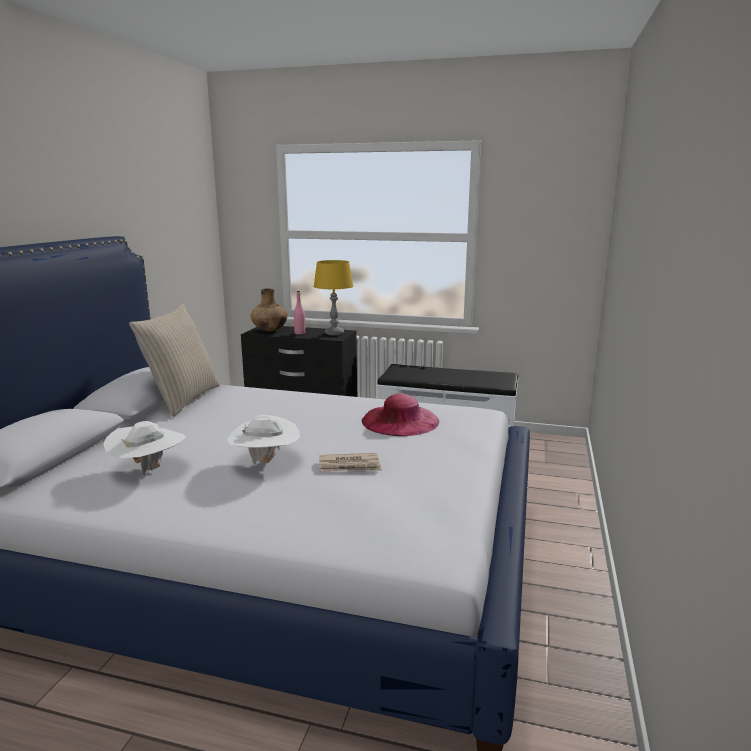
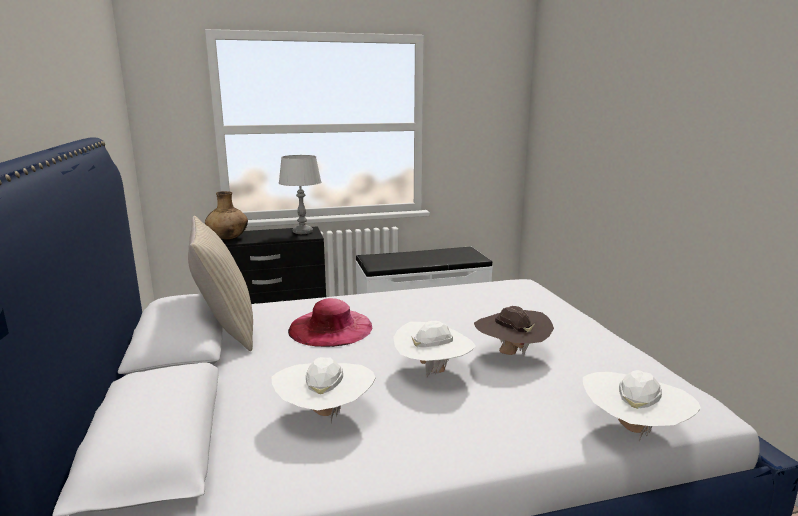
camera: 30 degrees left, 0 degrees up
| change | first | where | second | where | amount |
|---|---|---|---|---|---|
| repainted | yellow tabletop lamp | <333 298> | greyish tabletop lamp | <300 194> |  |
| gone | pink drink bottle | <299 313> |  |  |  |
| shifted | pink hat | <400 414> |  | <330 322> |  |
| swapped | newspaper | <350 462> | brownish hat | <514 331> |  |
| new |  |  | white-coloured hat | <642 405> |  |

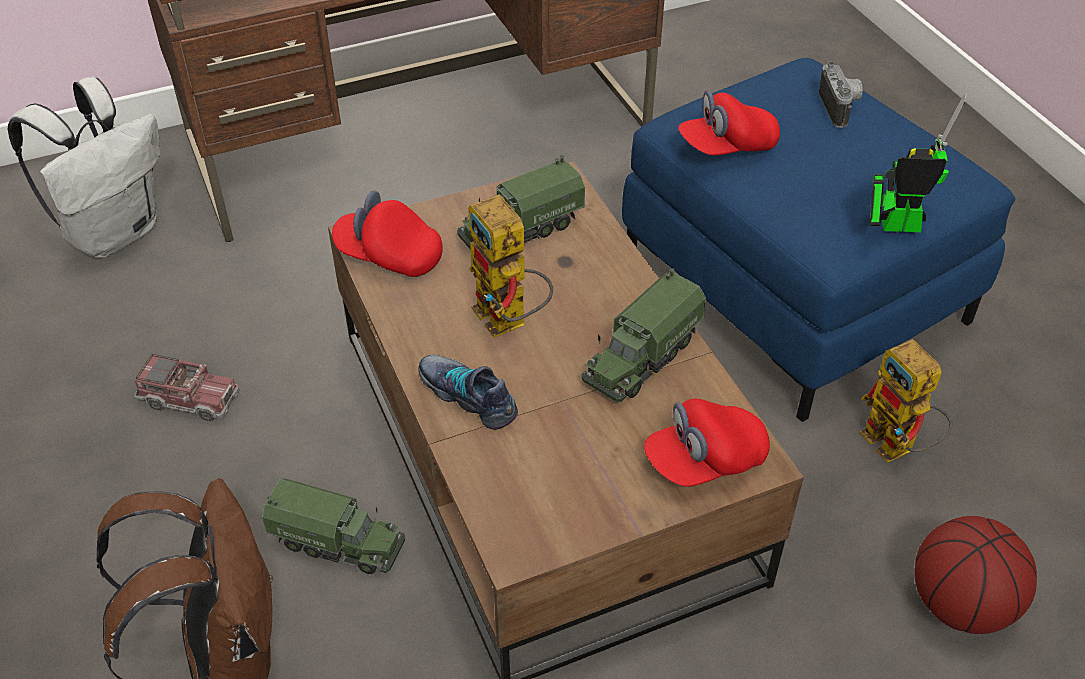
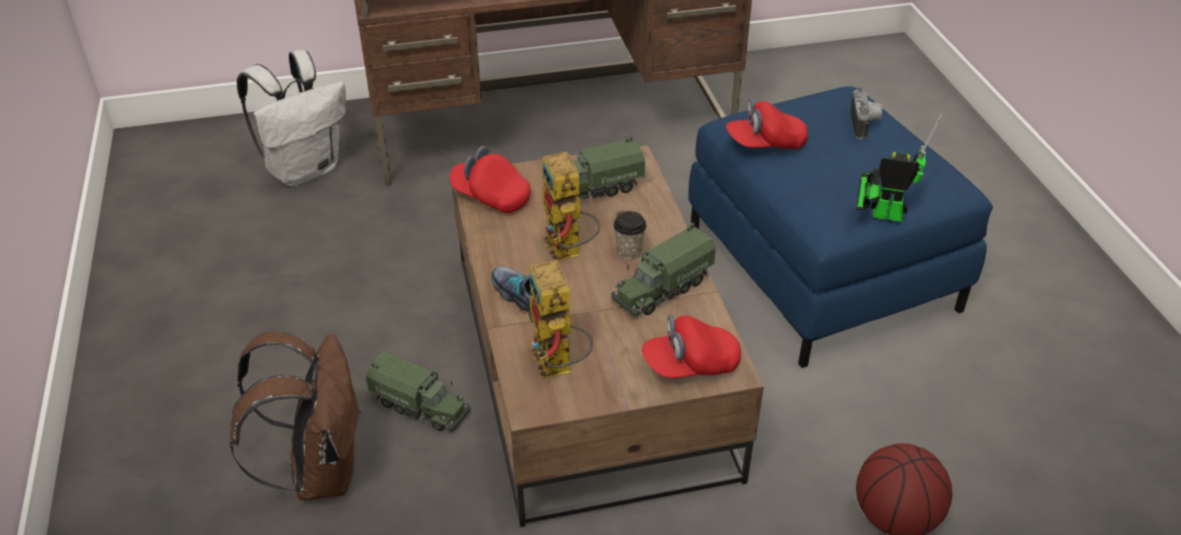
camera: 10 degrees right, 5 degrees down
| change | first | where | second | where | amount |
|---|---|---|---|---|---|
| shifted | toy robot | <906 401> |  | <561 319> |  |
| gone | toy truck | <186 387> |  |  |  |
| new |  |  | small cup | <630 235> |  |

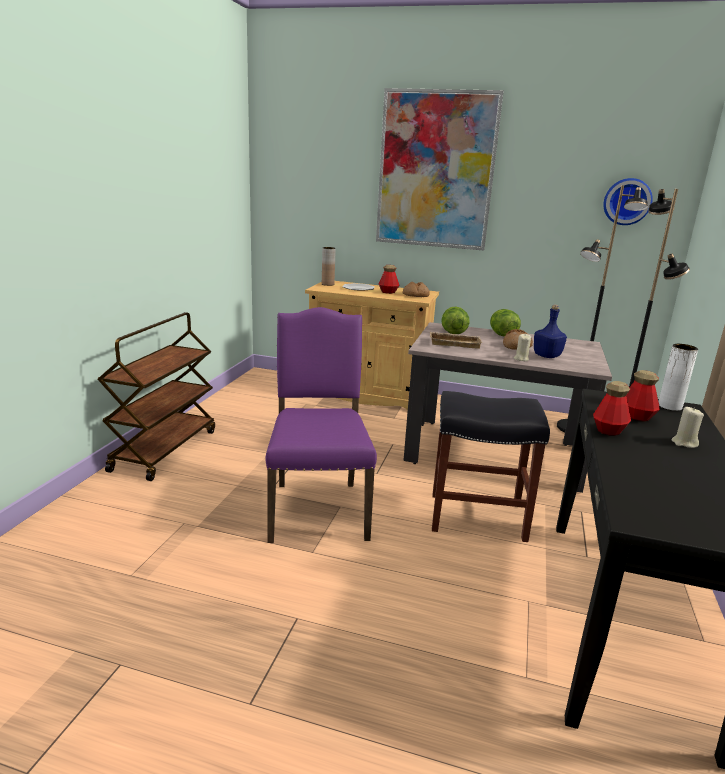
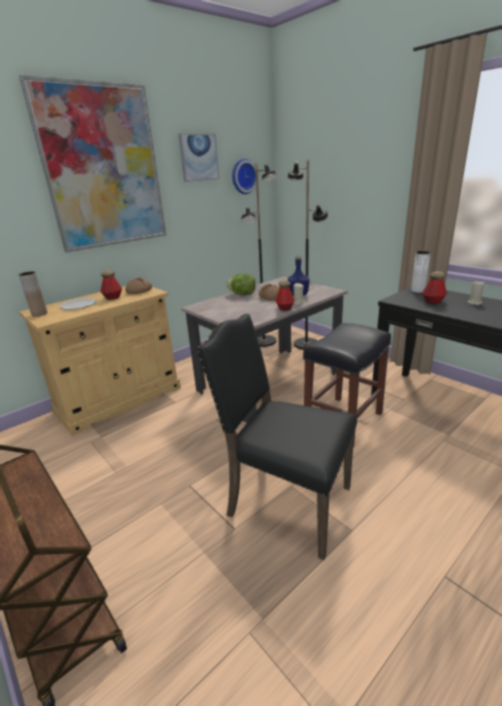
camera: 55 degrees left, 5 degrees up
| change | first | where | second | where | amount |
|---|---|---|---|---|---|
| gone | lettuce head | <455 320> |  |  |  |
| repainted | purple-coloured upright chair | <321 425> | black-coloured upright chair | <276 437> |  |
| gone | sand-coloured carrying tray | <456 340> |  |  |  |
| shifted | drink bottle | <612 408> |  | <285 295> |  |
| new |  |  | picture | <198 158> |  |

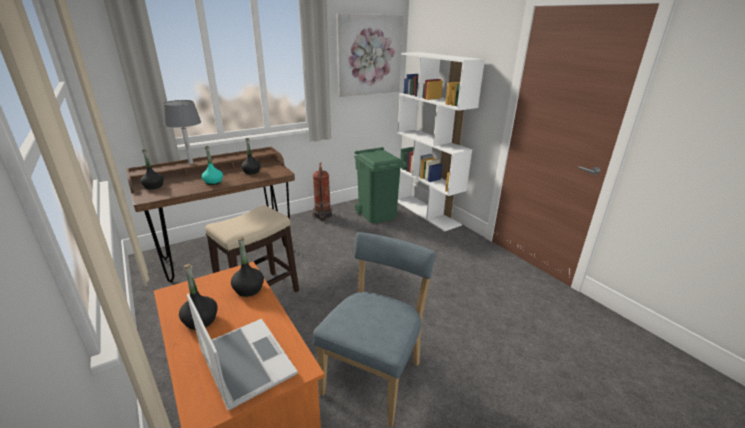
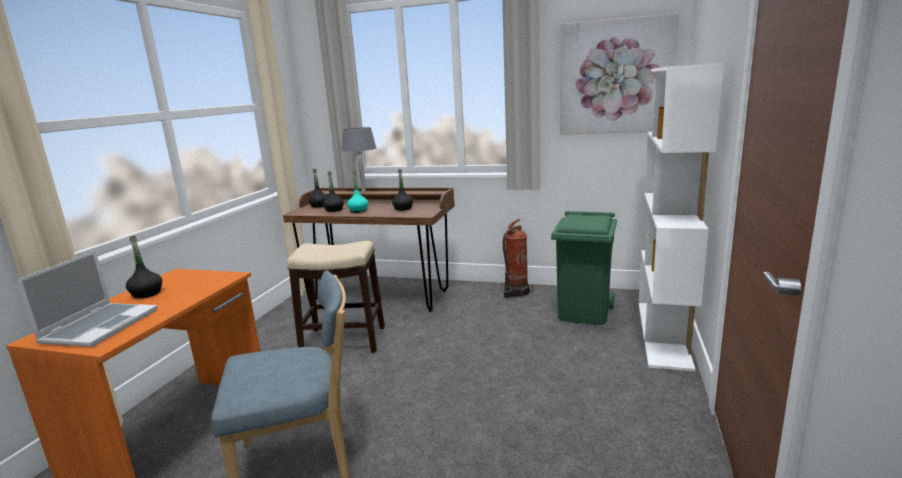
camera: 50 degrees right, 10 degrees down
| change | first | where | second | where | amount |
|---|---|---|---|---|---|
| shifted | black-coloured drink bottle | <247 267> |  | <333 191> |  |

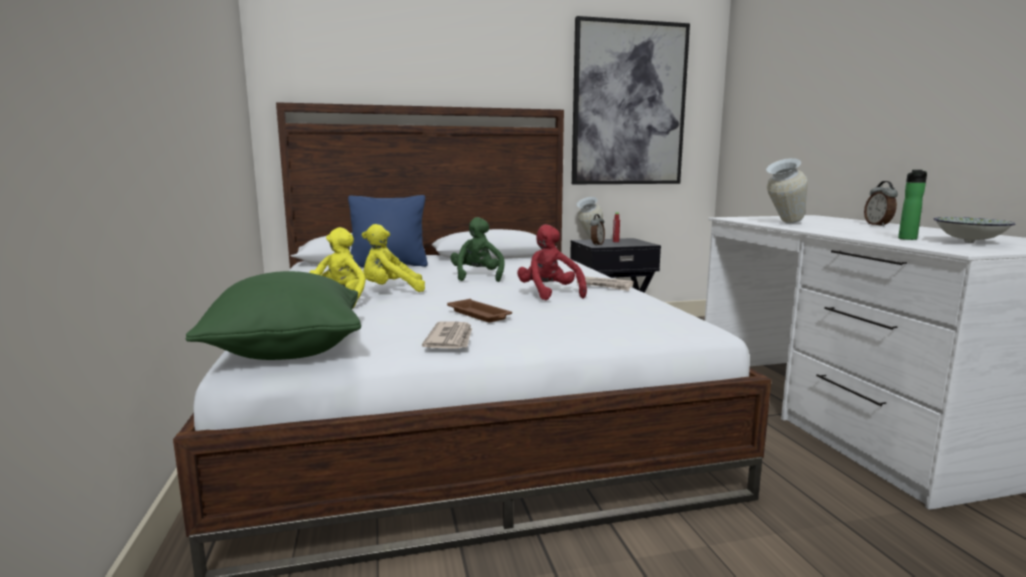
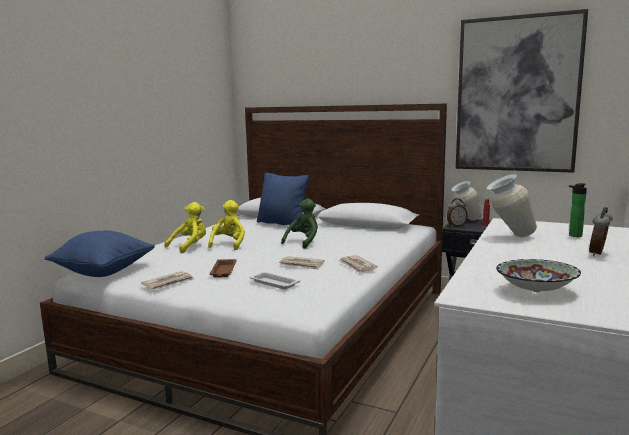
camera: 40 degrees right, 0 degrees up
| change | first | where | second | where | amount |
|---|---|---|---|---|---|
| shifted | drink bottle | <912 205> |  | <578 210> |  |
| rotated | yellow soft toy | <393 258> |  | <226 225> | 75 degrees clockwise |
| swapped | red-coloured soft toy | <552 262> | newspaper | <301 263> |  |
| repainted | green-coloured throw pillow | <273 315> | blue-coloured throw pillow | <100 253> |  |
| new |  |  | white-coloured carrying tray | <275 281> |  |

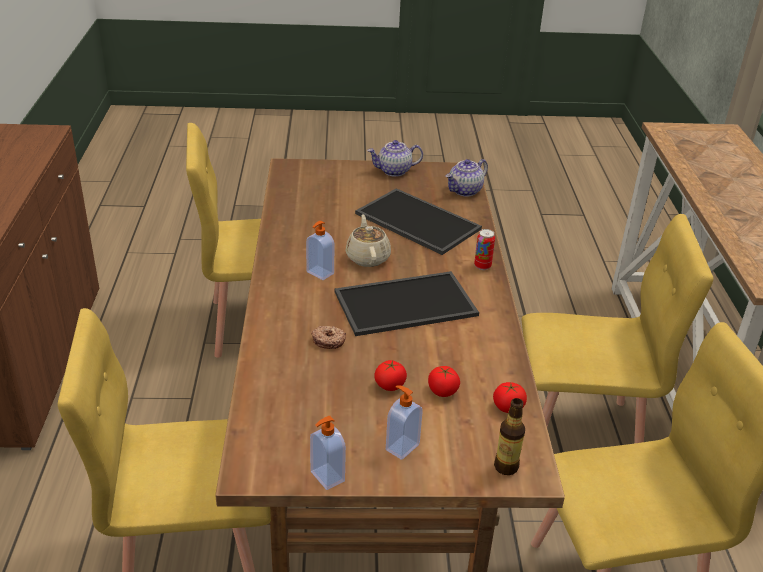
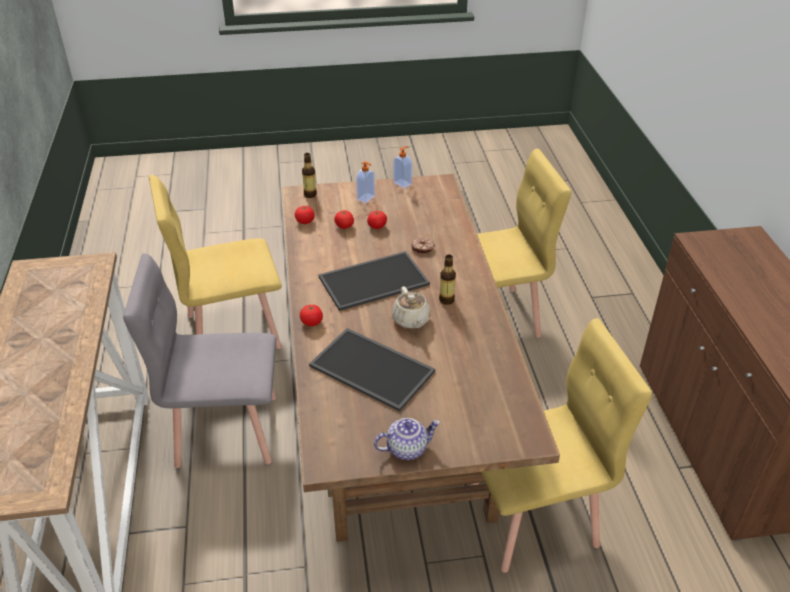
camera: 175 degrees right, 5 degrees up
| change | first | where | second | where | amount |
|---|---|---|---|---|---|
| gone | teapot | <467 178> |  |  |  |
| repainted | yellow upright chair | <617 329> | greyish upright chair | <199 360> |  |
| swapped | soap bottle | <320 250> | drink bottle | <447 280> |  |
| swapped | can | <484 249> | fresh tomato | <311 315> |  |

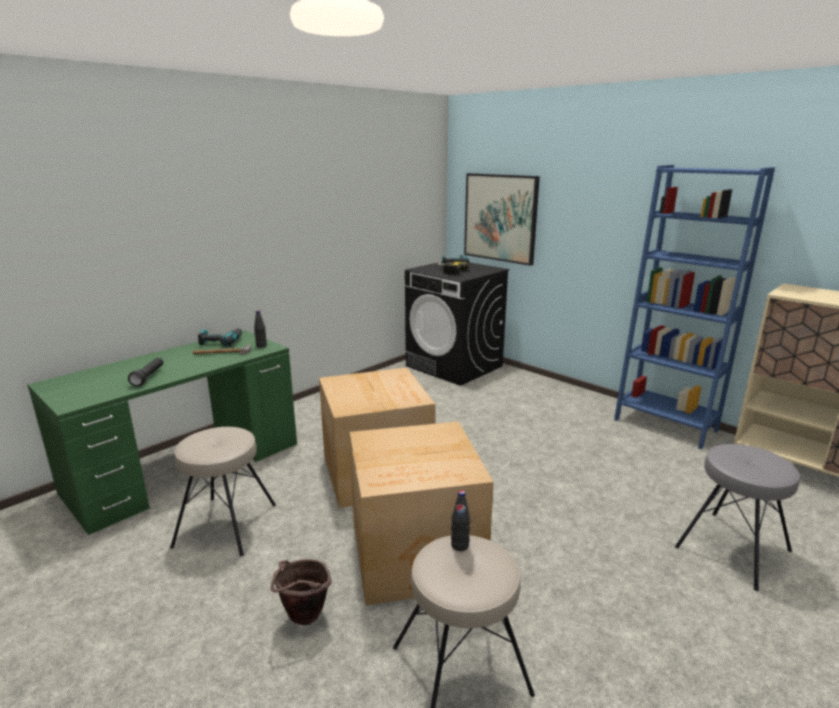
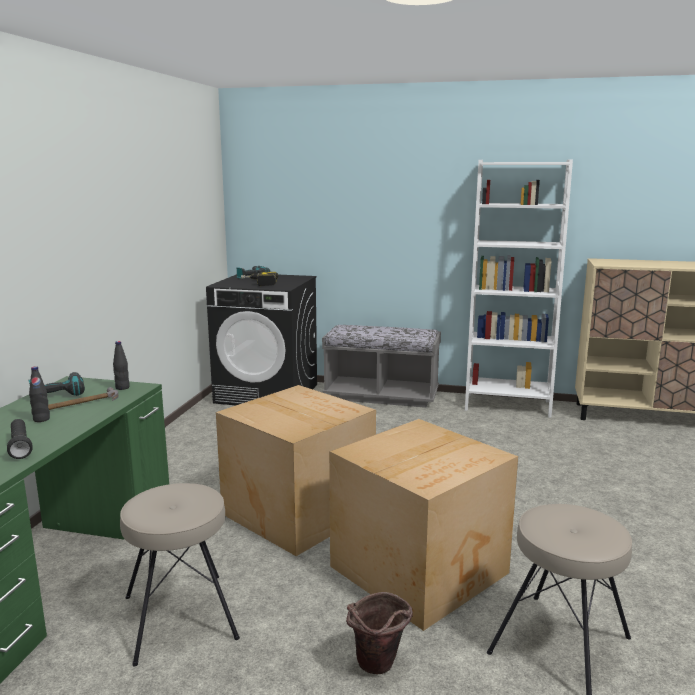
camera: 30 degrees left, 5 degrees down
| change | first | where | second | where | amount |
|---|---|---|---|---|---|
| repainted | blue-coloured bookcase | <694 307> | white-coloured bookcase | <519 289> |  |
| gone | picture | <502 219> |  |  |  |
| gone | greyish stool seat | <737 517> |  |  |  |
| shifted | black-coloured drink bottle | <460 521> |  | <39 394> |  |
| new |  |  | greyish bench | <381 366> |  |

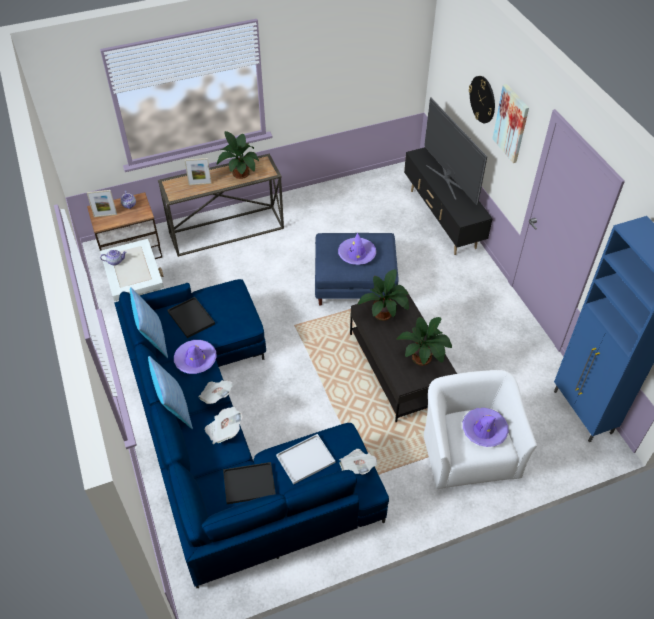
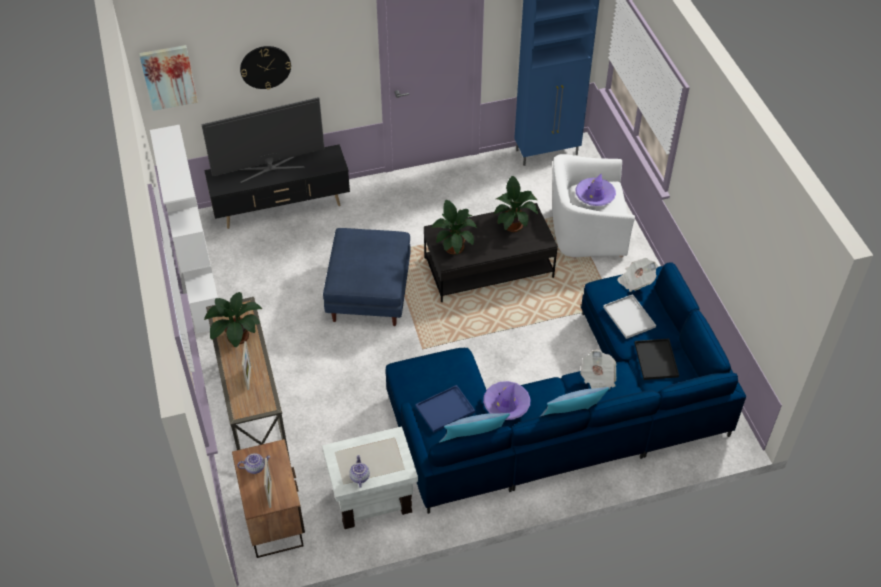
camera: 85 degrees left, 0 degrees up
| change | first | where | second | where | amount |
|---|---|---|---|---|---|
| shifted | picture | <510 123> |  | <168 78> |  |
| gone | purple-coloured hat | <357 249> |  |  |  |
| repainted | black-coloured carrying tray | <191 317> | blue-coloured carrying tray | <445 409> |  |
| gone | newspaper | <216 392> |  |  |  |
| new |  |  | white-coloured bookcase | <184 229> |  |

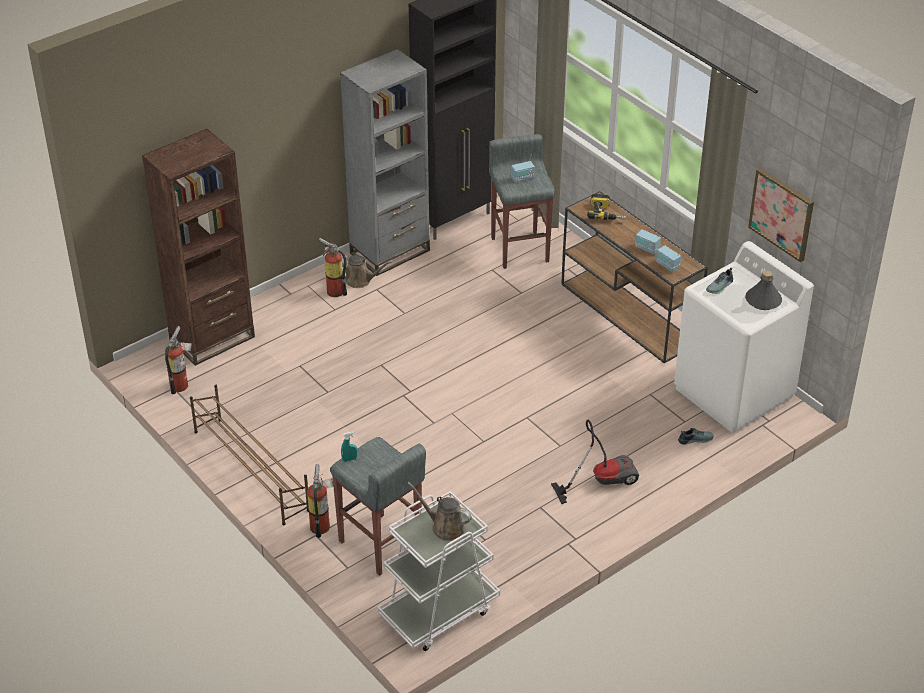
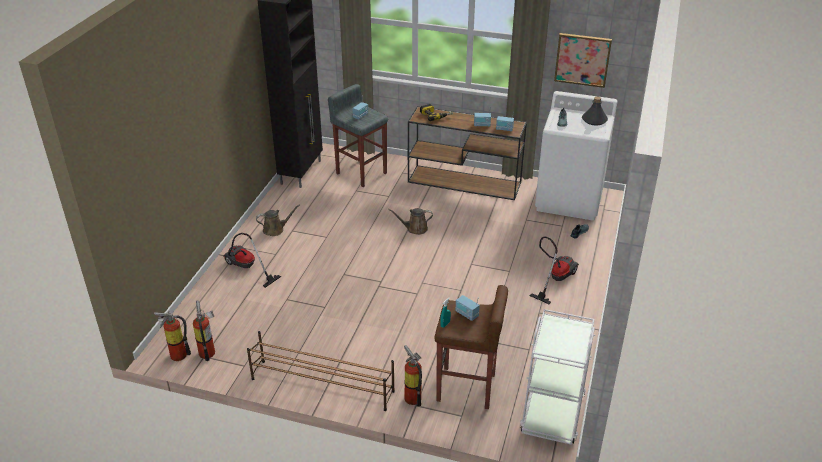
camera: 35 degrees left, 5 degrees down
| change | first | where | second | where | amount |
|---|---|---|---|---|---|
| gone | greyish bookcase | <385 162> |  |  |  |
| gone | brownish bookcase | <198 247> |  |  |  |
| shifted | fire-fighting cylinder | <333 267> |  | <172 336> |  |
| repainted | greyish stool seat | <378 506> | brownish stool seat | <471 347> |  |
| shifted | brownish watering pot | <439 511> |  | <410 221> |  |
| new |  |  | vacuum | <252 260> |  |
| new |  |  | radio | <467 308> |  |

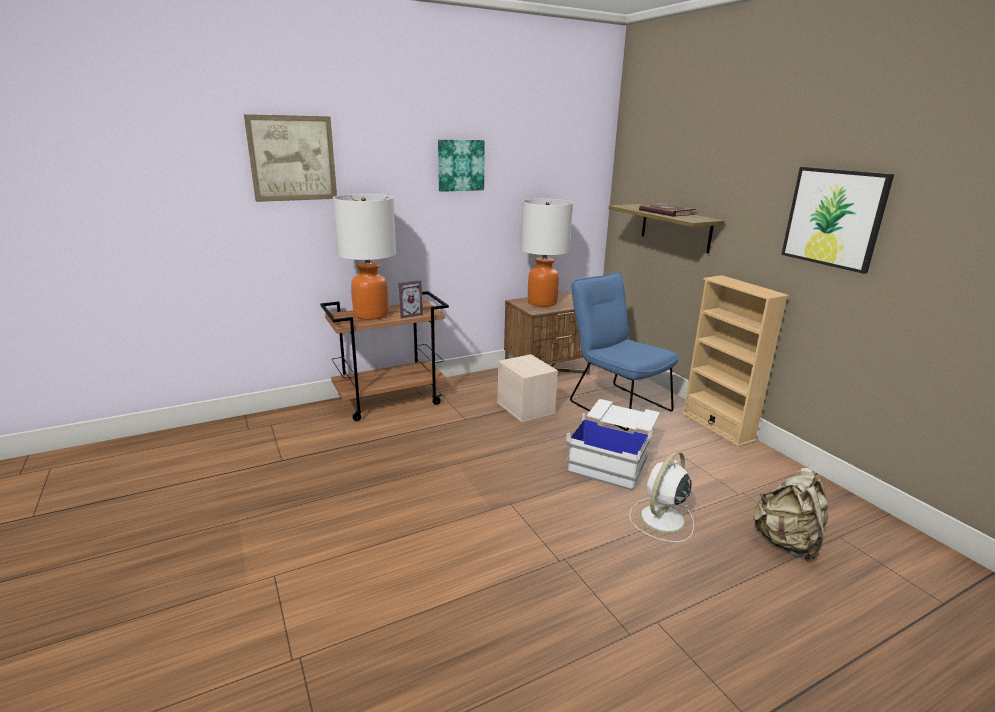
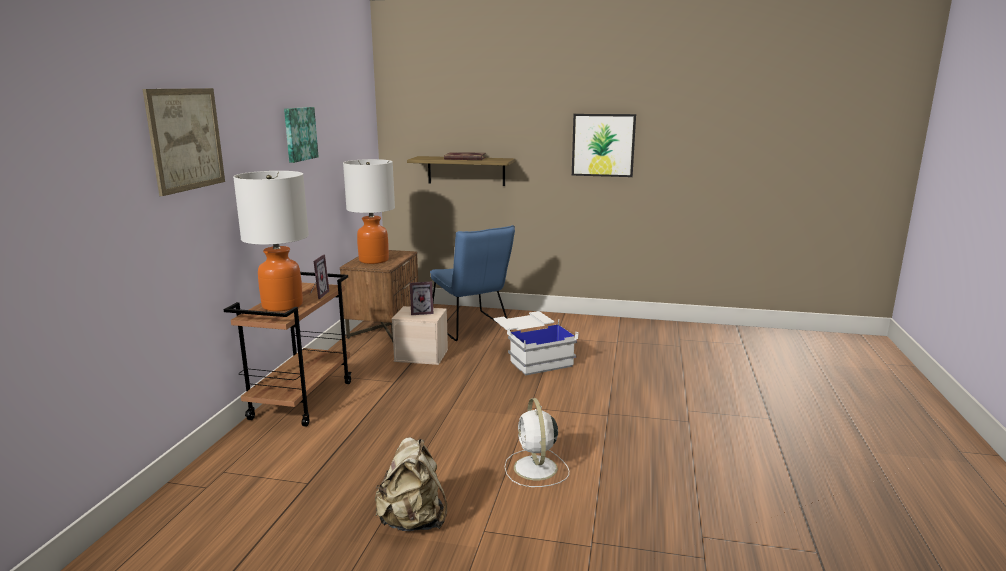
camera: 50 degrees left, 5 degrees down
| change | first | where | second | where | amount |
|---|---|---|---|---|---|
| rotated | blue-coloured upright chair | <624 352> |  | <472 283> | 120 degrees counterclockwise |
| gone | sand-coloured bookcase | <735 361> |  |  |  |
| shifted | white-coloured fan | <661 496> |  | <537 442> |  |
| shifted | sand-coloured rucksack | <790 514> |  | <411 484> |  |
| new |  |  | standing frame | <421 298> |  |

